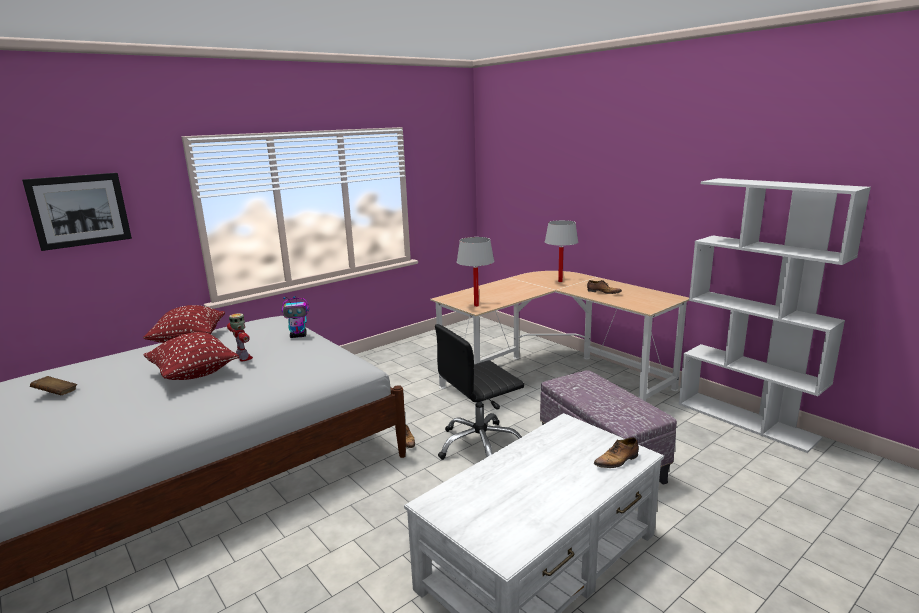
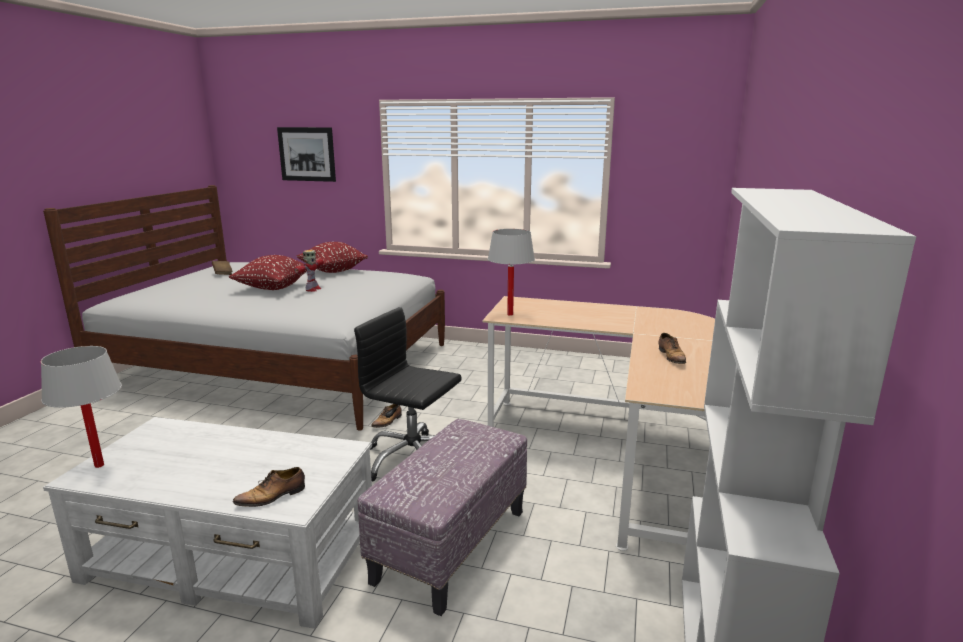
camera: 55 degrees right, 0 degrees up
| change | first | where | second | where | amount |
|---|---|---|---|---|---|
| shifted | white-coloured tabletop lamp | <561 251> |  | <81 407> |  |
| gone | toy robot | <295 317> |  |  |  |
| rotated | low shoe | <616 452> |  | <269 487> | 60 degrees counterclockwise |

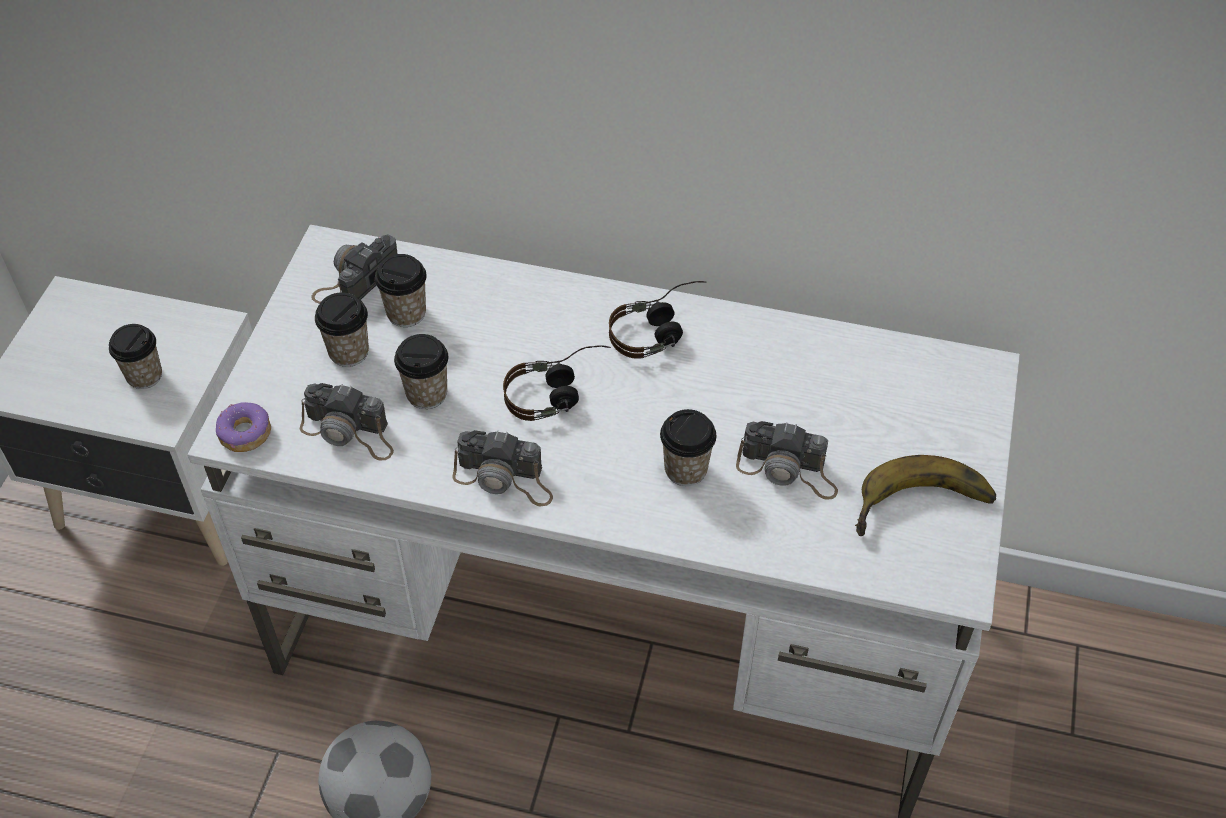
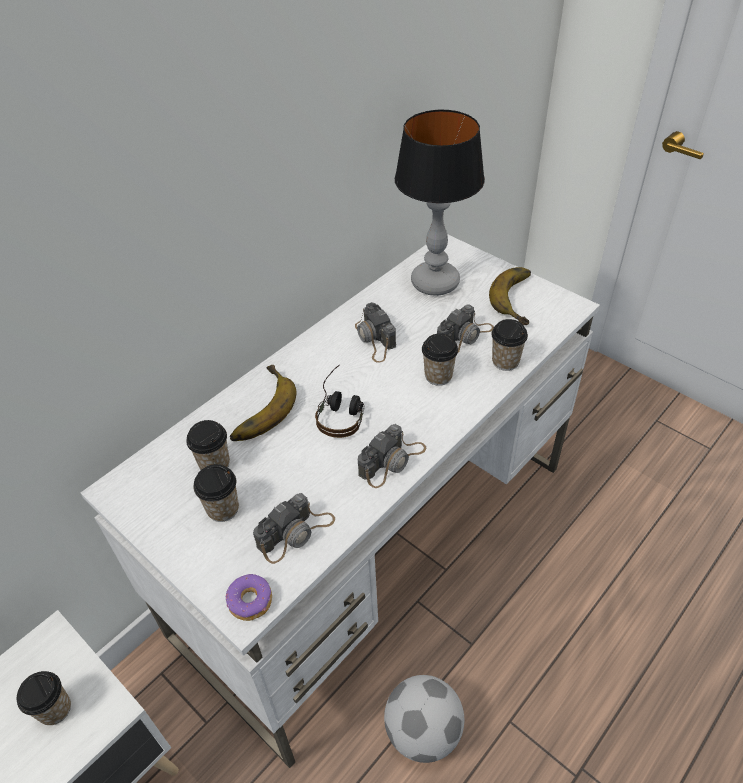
camera: 60 degrees left, 5 degrees down
| change | first | where | second | where | amount |
|---|---|---|---|---|---|
| shifted | photo camera | <354 268> |  | <375 332> |  |
| gone | headphones | <657 320> |  |  |  |
| shifted | small cup | <421 371> |  | <509 345> |  |
| new |  |  | tabletop lamp | <440 202> |  |
| new |  |  | whole banana | <263 403> |  |

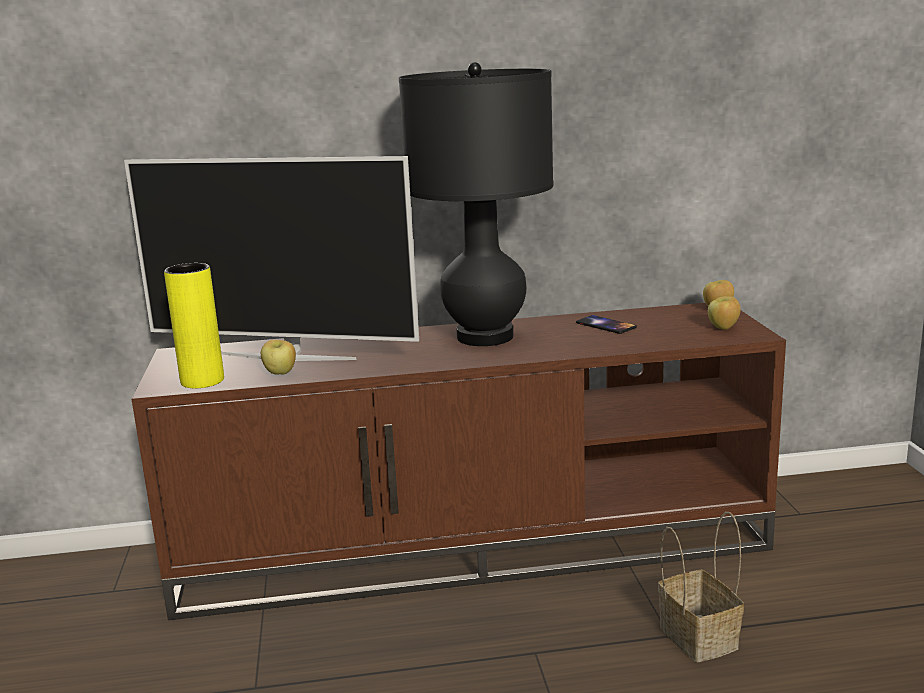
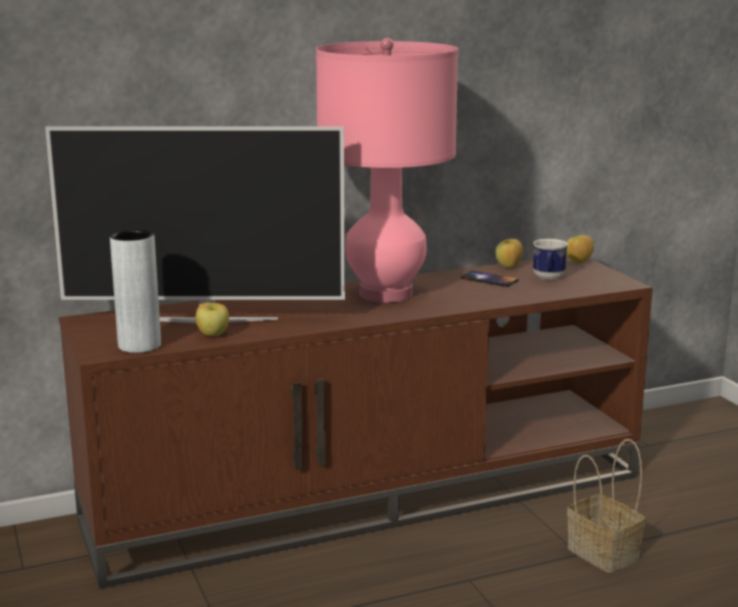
camera: 15 degrees left, 0 degrees up
| change | first | where | second | where | amount |
|---|---|---|---|---|---|
| repainted | black-coloured tabletop lamp | <476 204> | pink tabletop lamp | <387 170> |  |
| repainted | yellow vase | <194 325> | greyish vase | <135 291> |  |
| shifted | whole apple | <724 313> |  | <509 253> |  |
| new |  |  | tea mug | <550 259> |  |

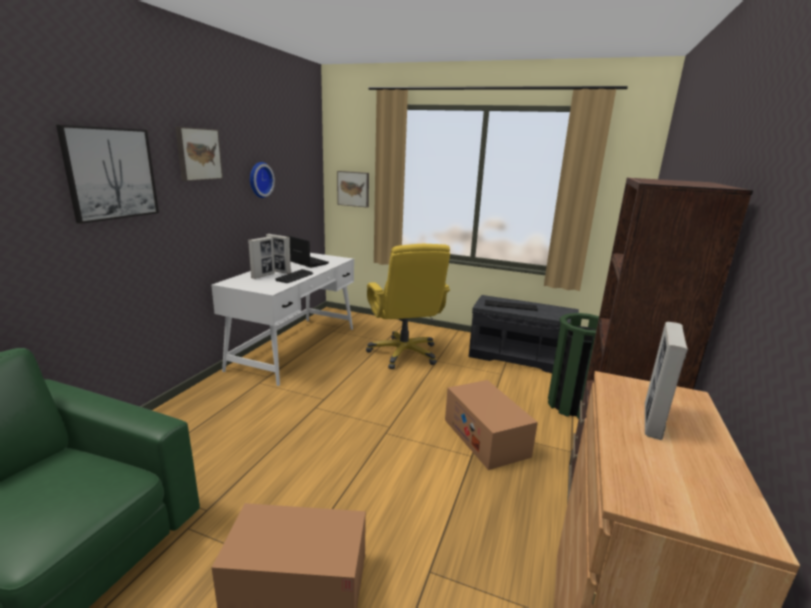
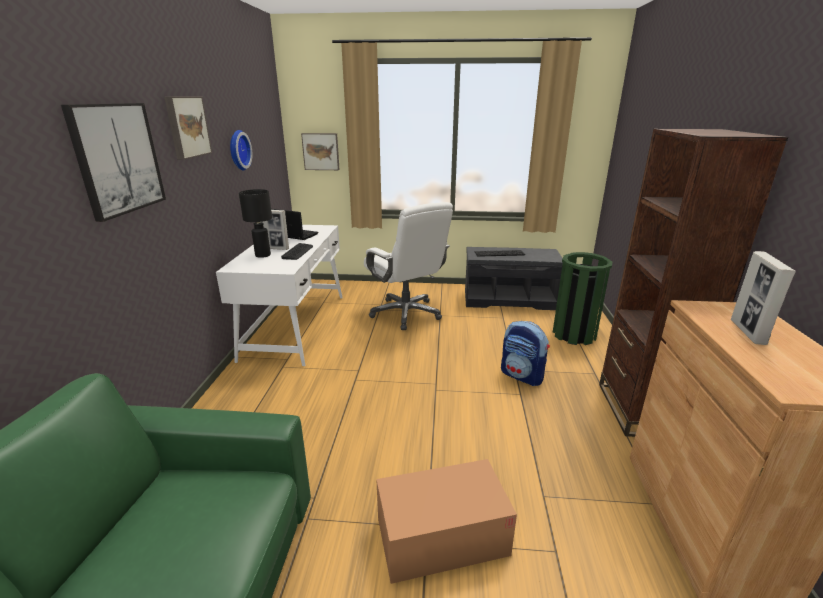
camera: 15 degrees left, 5 degrees up
| change | first | where | second | where | amount |
|---|---|---|---|---|---|
| swapped | standing frame | <261 258> | black-coloured tabletop lamp | <255 223> |  |
| repainted | yellow office chair | <408 306> | white-coloured office chair | <408 266> |  |
| swapped | carton | <491 425> | rucksack | <525 353> |  |

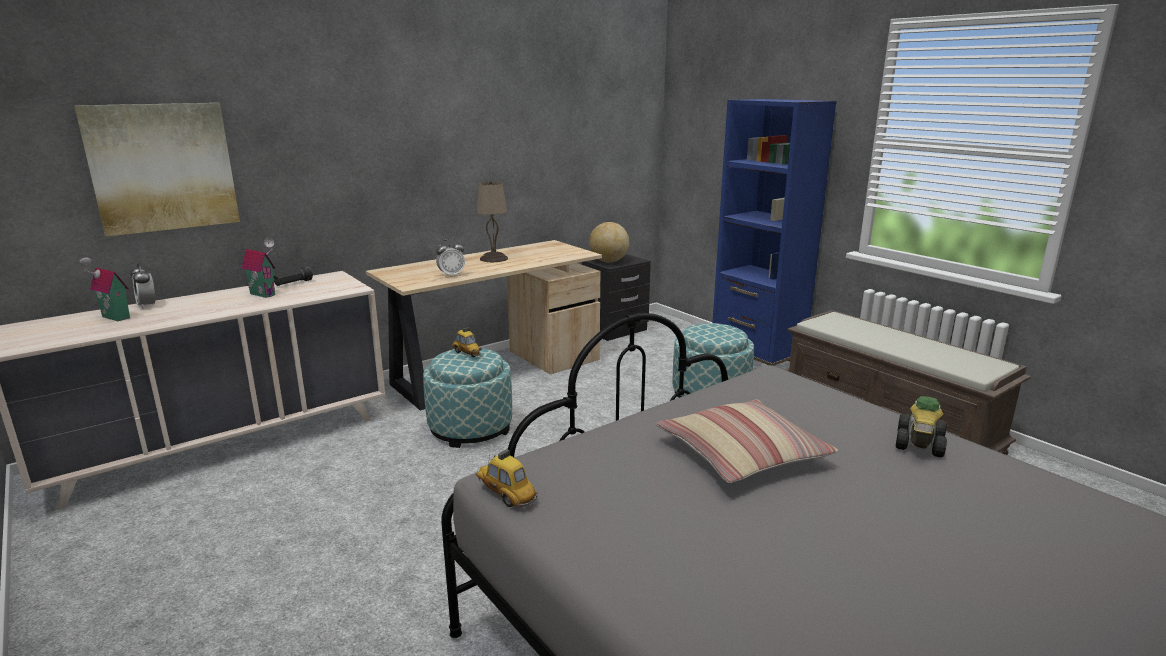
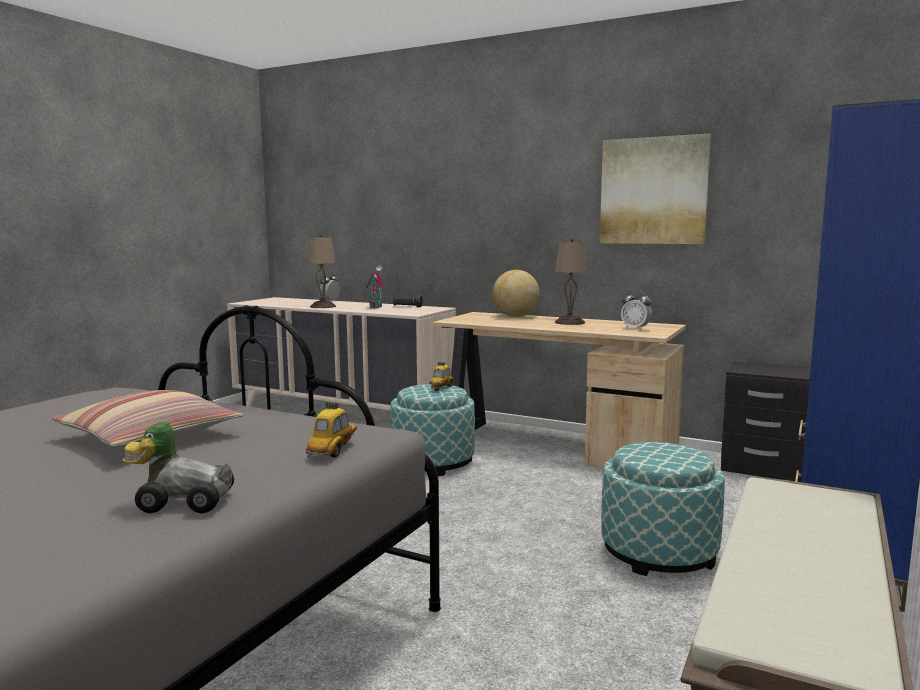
camera: 65 degrees right, 10 degrees down
| change | first | where | second | where | amount |
|---|---|---|---|---|---|
| shifted | picture | <157 170> |  | <655 189> |  |
| shifted | desk globe | <609 242> |  | <516 293> |  |
| shifted | bedside clock | <450 258> |  | <636 310> |  |
| gone | miniature house | <104 289> |  |  |  |
| shifted | miniature car | <506 479> |  | <331 429> |  |
| new |  |  | sand-coloured tabletop lamp | <321 271> |  |

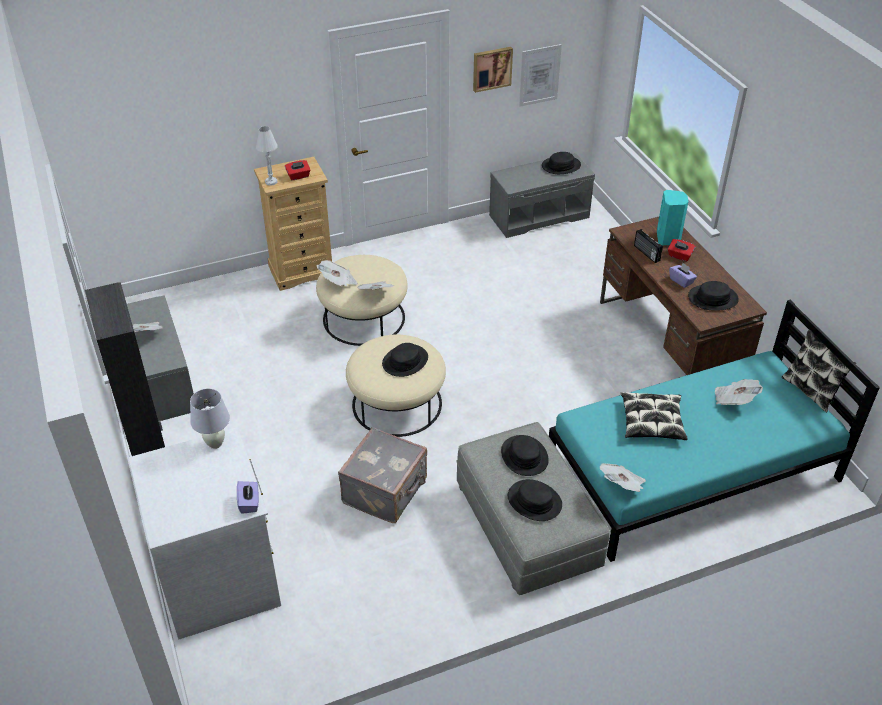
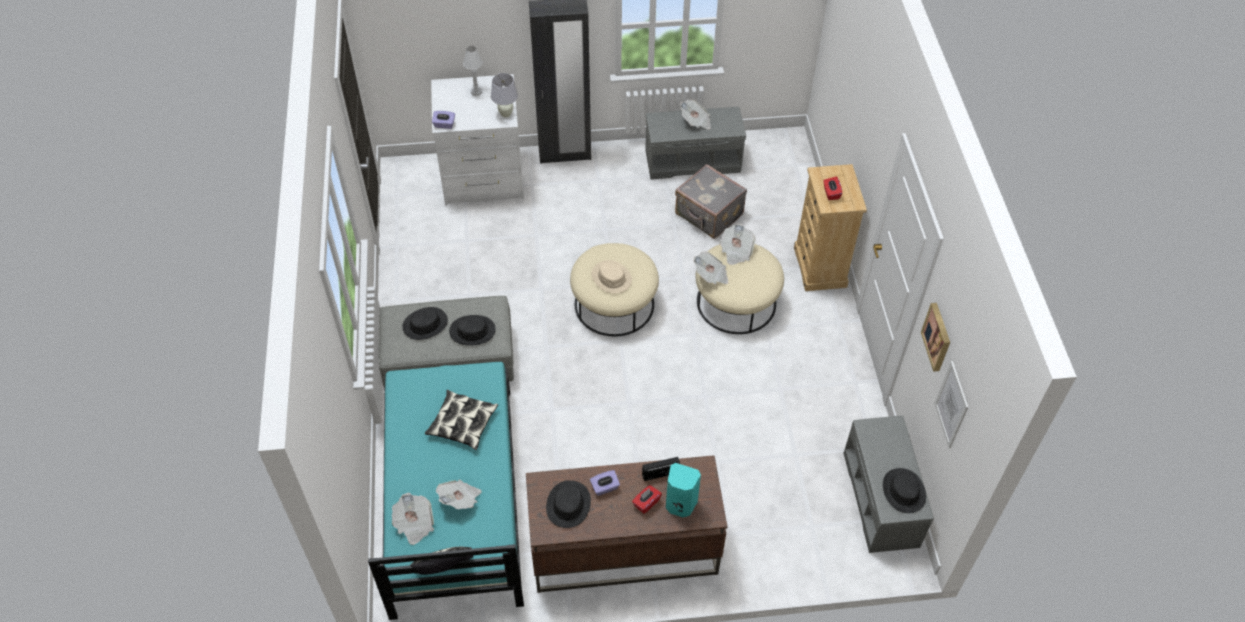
camera: 105 degrees right, 10 degrees up
| change | first | where | second | where | amount |
|---|---|---|---|---|---|
| shifted | white-coloured tabletop lamp | <267 156> |  | <473 71> |  |
| repainted | black-coloured hat | <405 360> | sand-coloured hat | <612 277> |  |
| shifted | greyish travel case | <382 475> |  | <711 201> |  |
| shifted | newspaper | <623 477> |  | <413 519> |  |

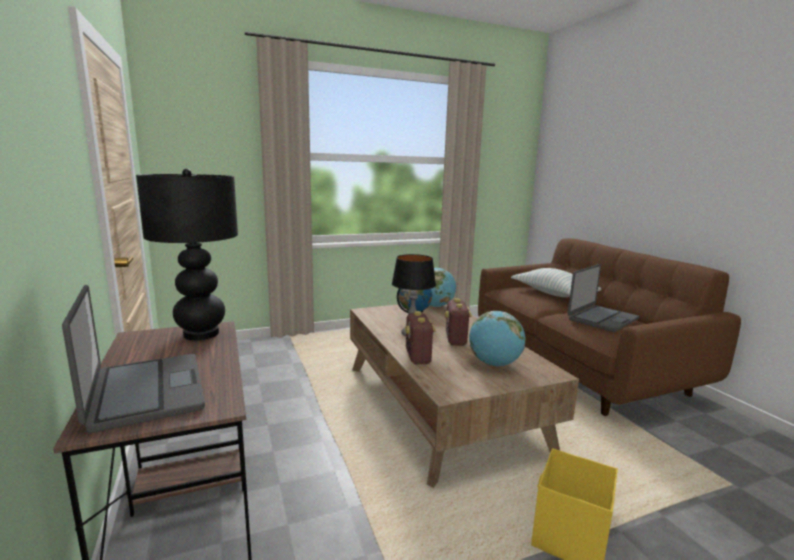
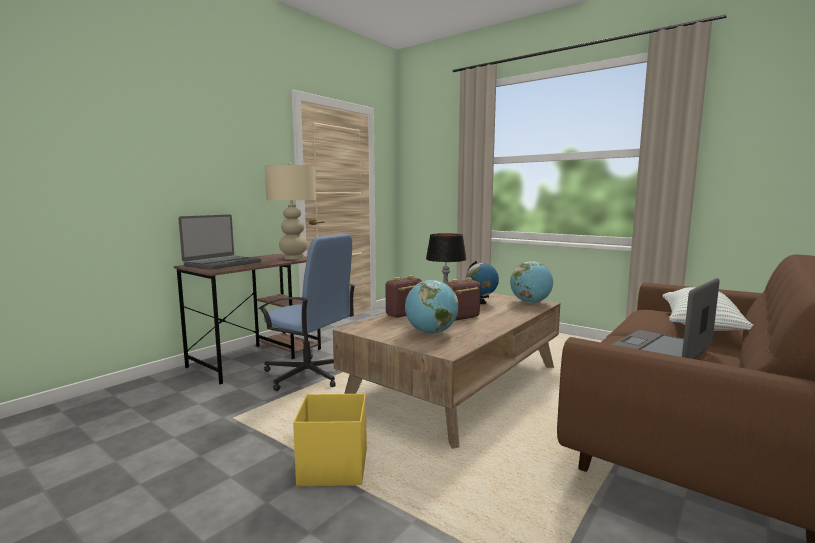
camera: 60 degrees right, 5 degrees down
| change | first | where | second | where | amount |
|---|---|---|---|---|---|
| repainted | black-coloured tabletop lamp | <187 254> | sand-coloured tabletop lamp | <290 211> |  |
| rotated | notebook computer | <603 298> |  | <666 318> | 120 degrees clockwise |
| new |  |  | blue-coloured office chair | <306 312> |  |

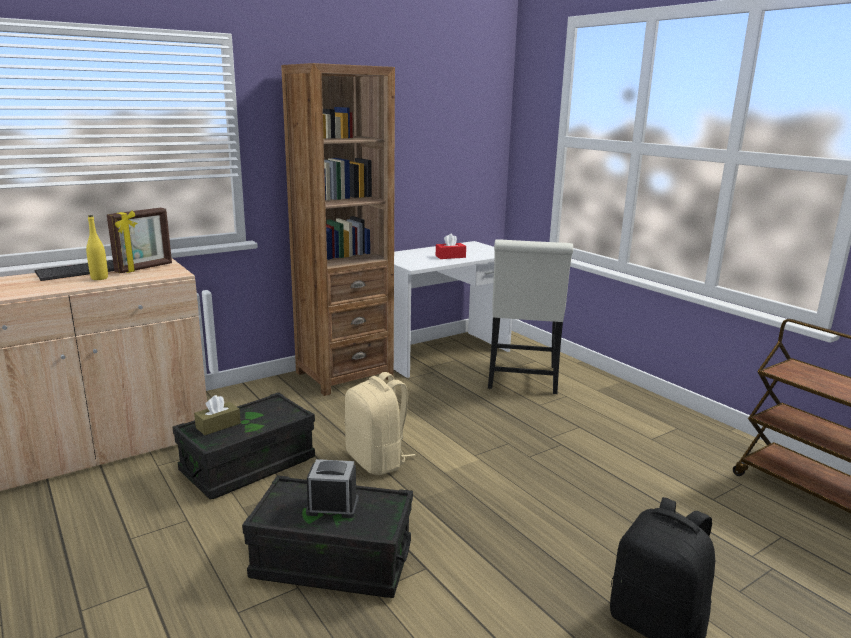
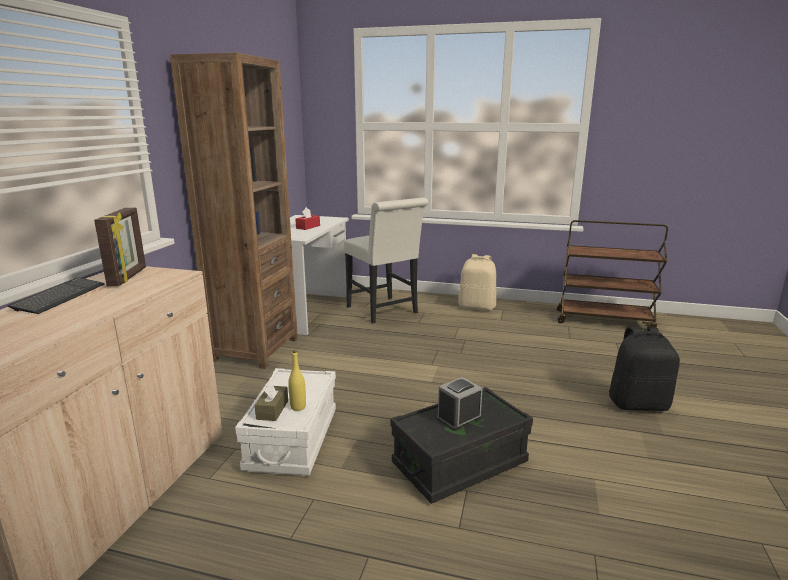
camera: 40 degrees left, 0 degrees up
| change | first | where | second | where | amount |
|---|---|---|---|---|---|
| shifted | yellow drink bottle | <97 247> |  | <297 380> |  |
| shifted | sand-coloured rucksack | <380 423> |  | <477 282> |  |
| repainted | black-coloured storage container | <243 446> | white-coloured storage container | <285 422> |  |

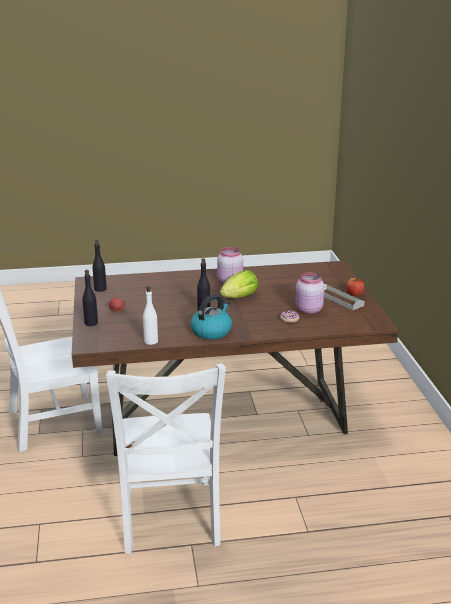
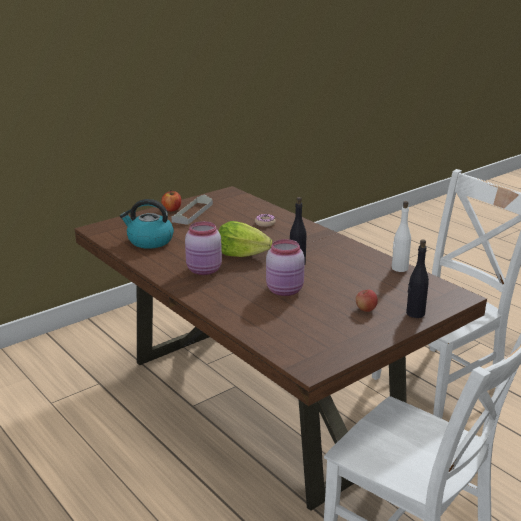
camera: 120 degrees left, 0 degrees up
| change | first | where | second | where | amount |
|---|---|---|---|---|---|
| gone | black-coloured drink bottle | <100 265> |  |  |  |
| shifted | pink jar | <309 293> |  | <285 267> |  |
| shifted | water kettle | <211 317> |  | <147 224> |  |

